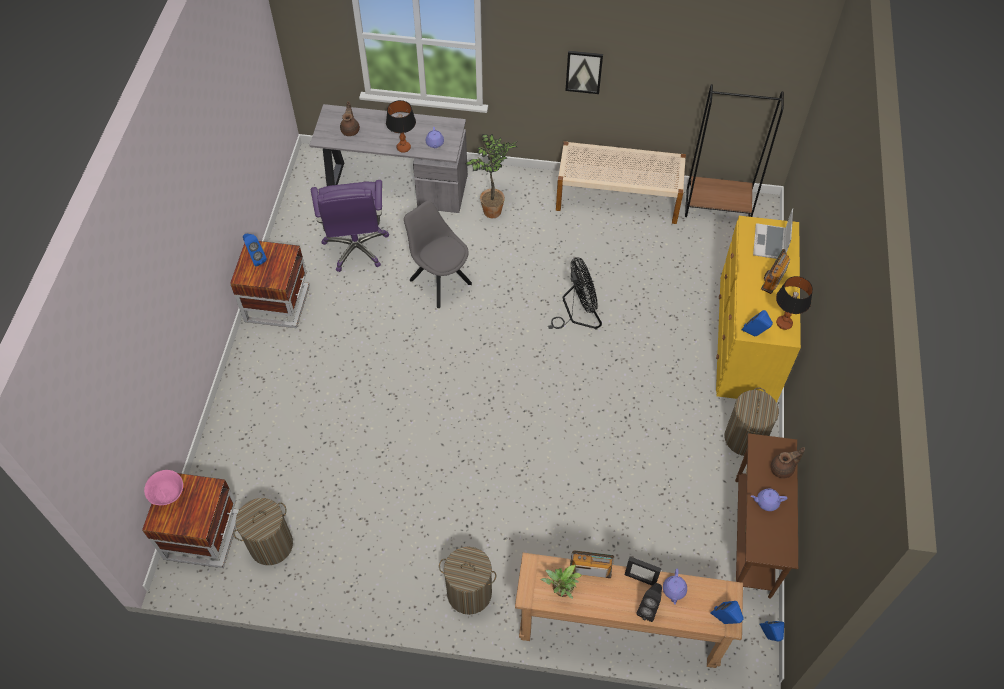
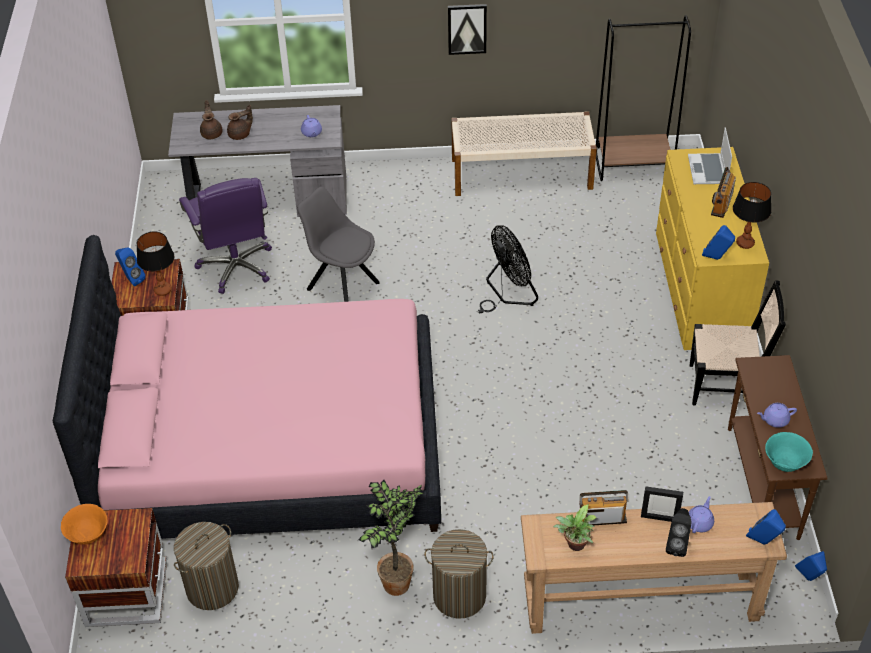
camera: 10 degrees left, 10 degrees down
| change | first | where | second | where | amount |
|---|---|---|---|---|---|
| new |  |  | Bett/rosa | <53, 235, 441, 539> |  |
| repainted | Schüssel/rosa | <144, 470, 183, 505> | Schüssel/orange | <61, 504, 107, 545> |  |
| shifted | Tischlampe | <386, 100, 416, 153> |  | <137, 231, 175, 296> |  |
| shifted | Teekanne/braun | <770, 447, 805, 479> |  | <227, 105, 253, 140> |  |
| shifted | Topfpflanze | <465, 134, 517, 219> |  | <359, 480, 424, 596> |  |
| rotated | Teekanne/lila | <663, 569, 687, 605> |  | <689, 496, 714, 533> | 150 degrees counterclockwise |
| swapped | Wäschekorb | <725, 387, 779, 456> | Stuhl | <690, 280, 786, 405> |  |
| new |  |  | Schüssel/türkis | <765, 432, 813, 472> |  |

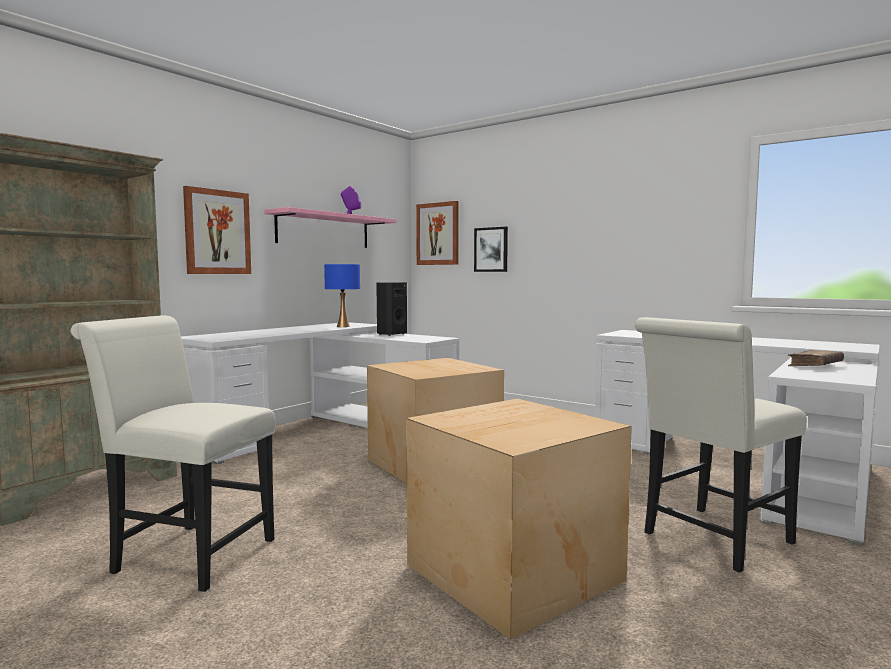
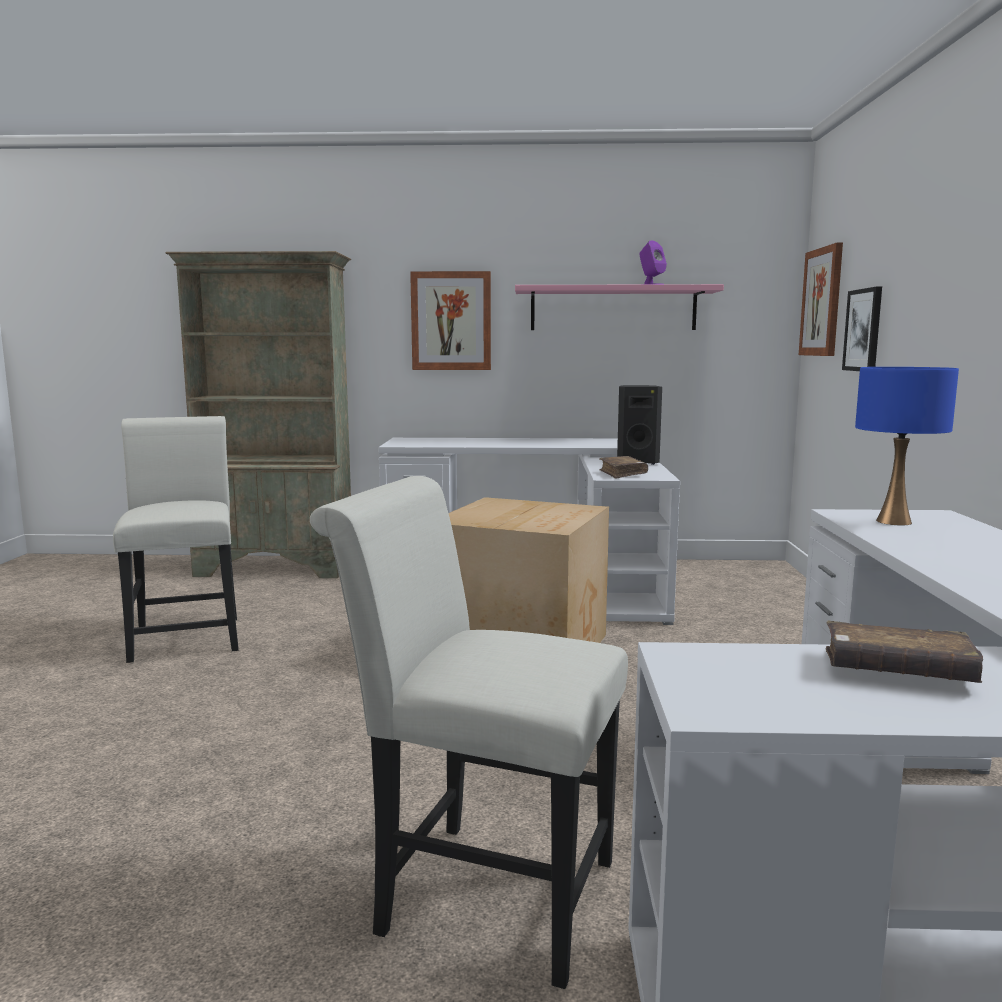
camera: 55 degrees right, 5 degrees up
| change | first | where | second | where | amount |
|---|---|---|---|---|---|
| new |  |  | Buch/braun | <599, 456, 648, 479> |  |
| shifted | Tischlampe/blau | <324, 264, 360, 327> |  | <855, 367, 959, 525> |  |
| gone | Karton | <406, 399, 632, 639> |  |  |  |

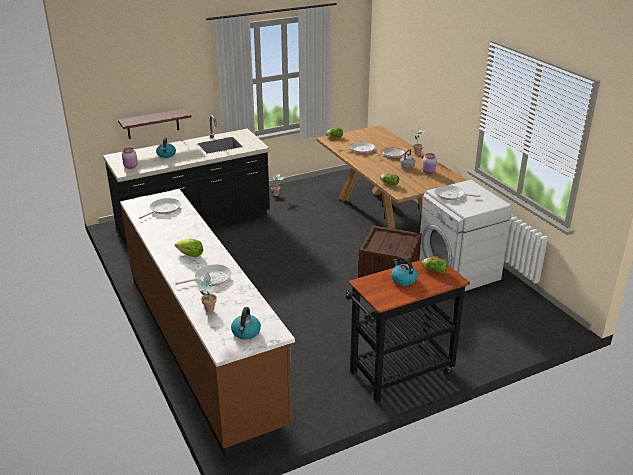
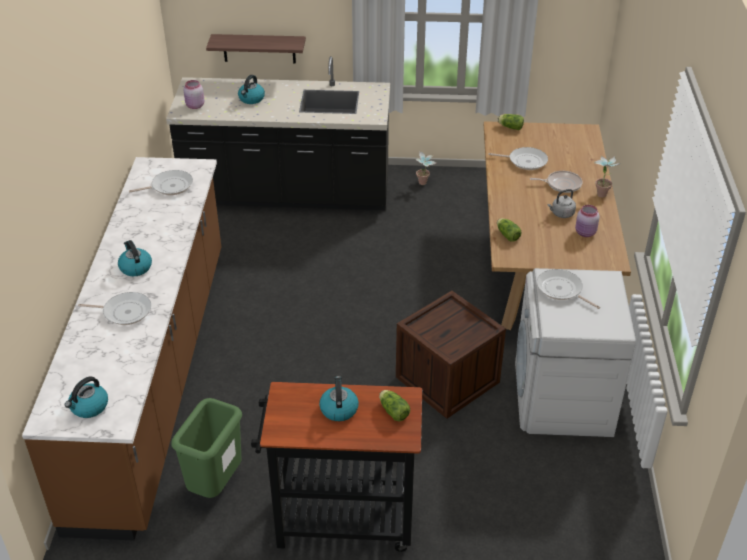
camera: 30 degrees right, 10 degrees up
| change | first | where | second | where | amount |
|---|---|---|---|---|---|
| swapped | Salatkopf | <175, 239, 203, 257> | Wasserkessel | <118, 240, 152, 276> |  |
| new |  |  | Mülleimer/grün | <171, 398, 242, 498> |  |
| gone | Topfpflanze | <194, 272, 219, 312> |  |  |  |

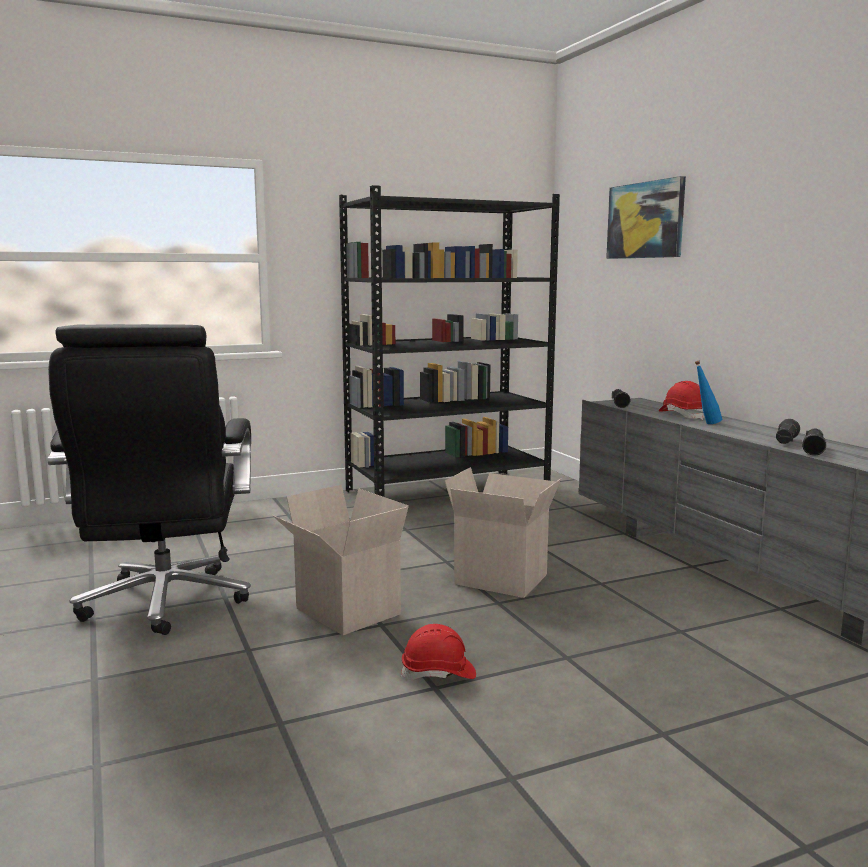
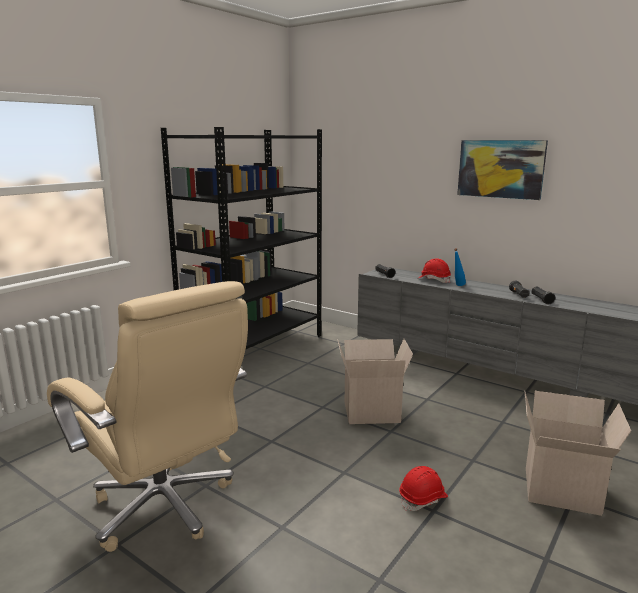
camera: 30 degrees left, 5 degrees up
| change | first | where | second | where | amount |
|---|---|---|---|---|---|
| repainted | Bürostuhl/schwarz | <48, 324, 251, 635> | Bürostuhl/beige | <47, 281, 248, 552> |  |
| shifted | Bild | <606, 176, 686, 259> |  | <457, 140, 548, 200> |  |
| shifted | Karton | <272, 485, 409, 635> |  | <524, 391, 631, 516> |  |

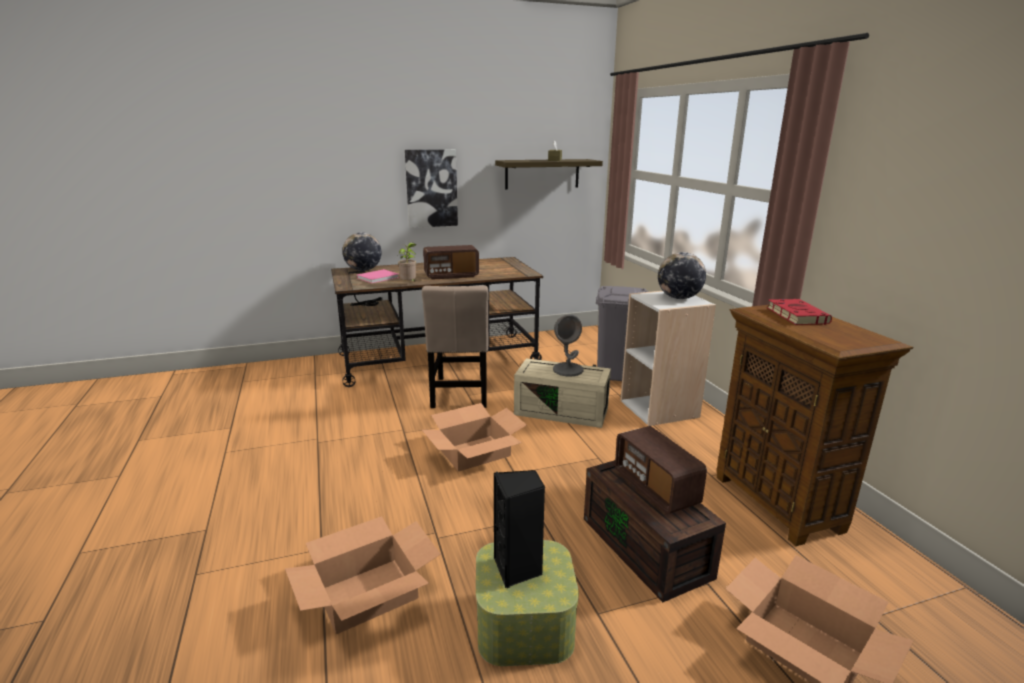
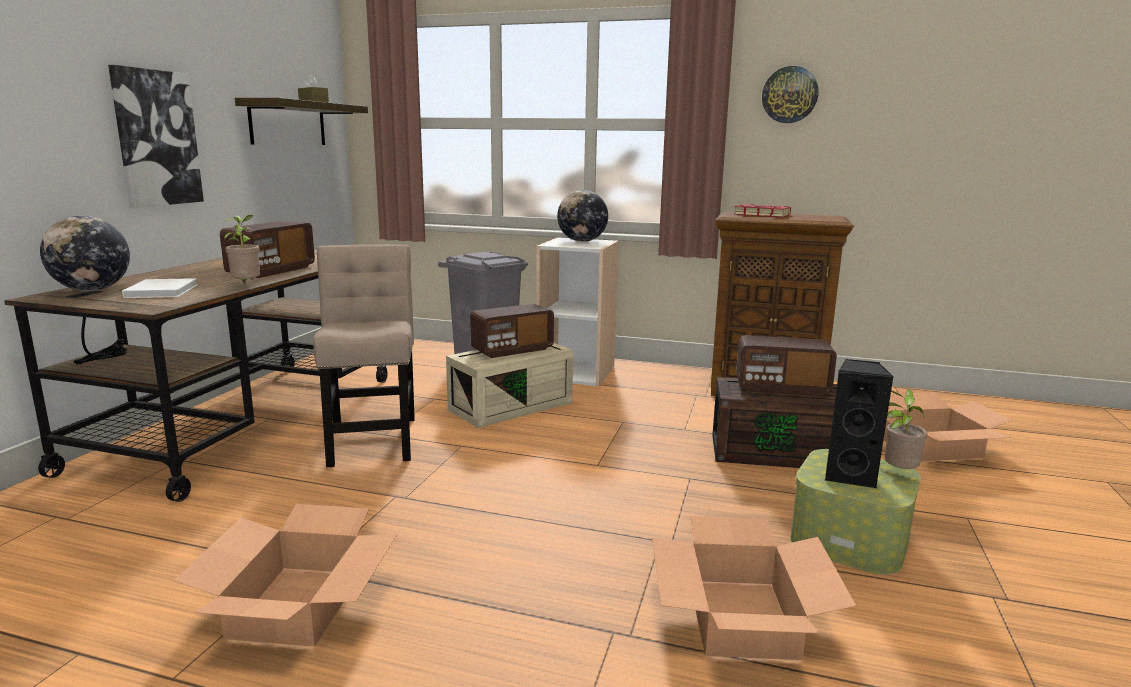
camera: 55 degrees left, 5 degrees down
| change | first | where | second | where | amount |
|---|---|---|---|---|---|
| repainted | Buch/rosa | <357, 269, 399, 283> | Buch/weiß | <122, 278, 197, 298> |  |
| shifted | Karton | <422, 403, 527, 471> |  | <174, 504, 397, 647> |  |
| rotated | Stuhl/beige | <422, 285, 488, 408> |  | <313, 244, 415, 467> | 135 degrees counterclockwise |
| swapped | Tischlampe/grau | <553, 314, 584, 377> | Radio | <470, 304, 554, 358> |  |
| new |  |  | Wanduhr | <762, 66, 818, 123> |  |
| new |  |  | Topfpflanze | <881, 389, 928, 469> |  |

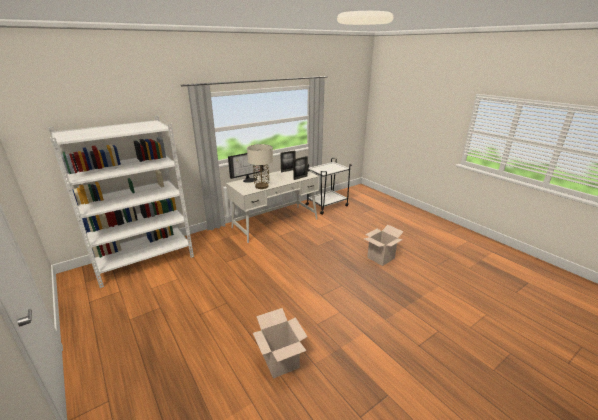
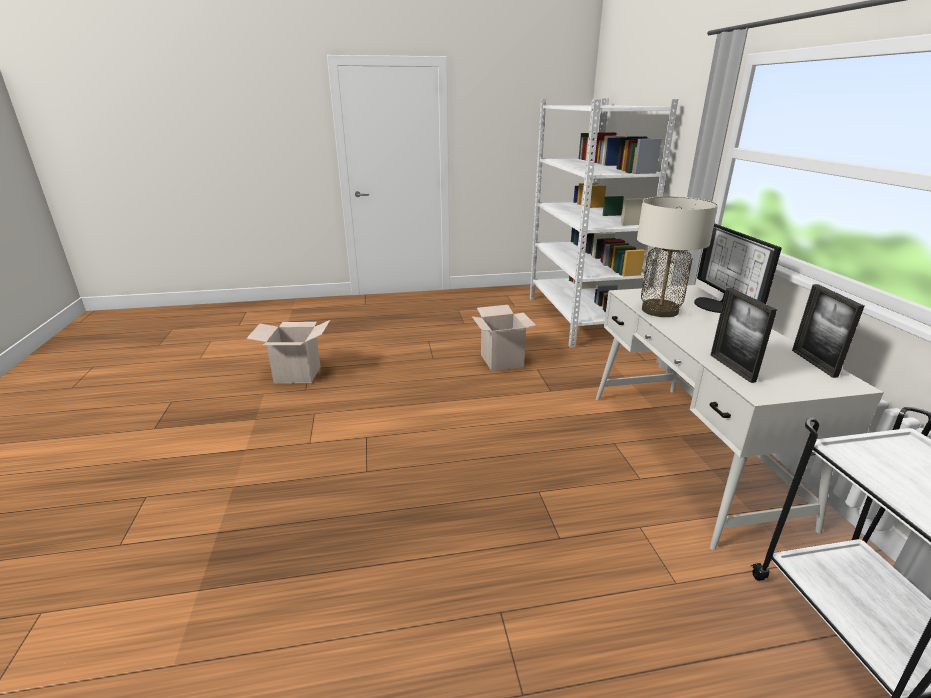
camera: 115 degrees right, 0 degrees up
| change | first | where | second | where | amount |
|---|---|---|---|---|---|
| shifted | Karton | <364, 225, 404, 266> |  | <472, 305, 536, 371> |  |

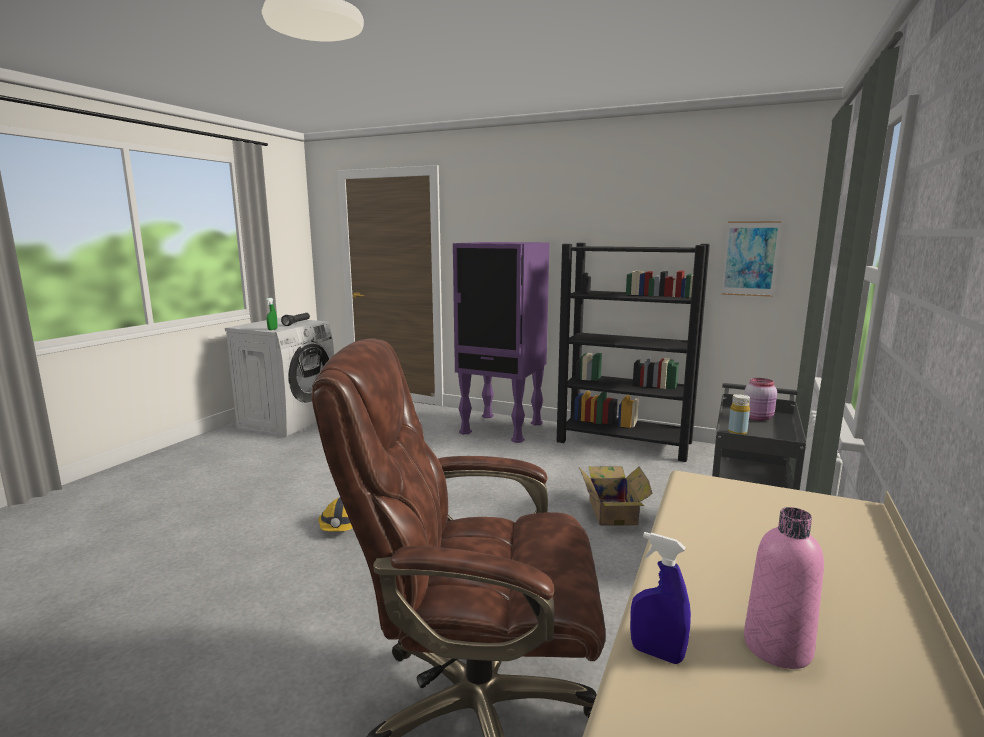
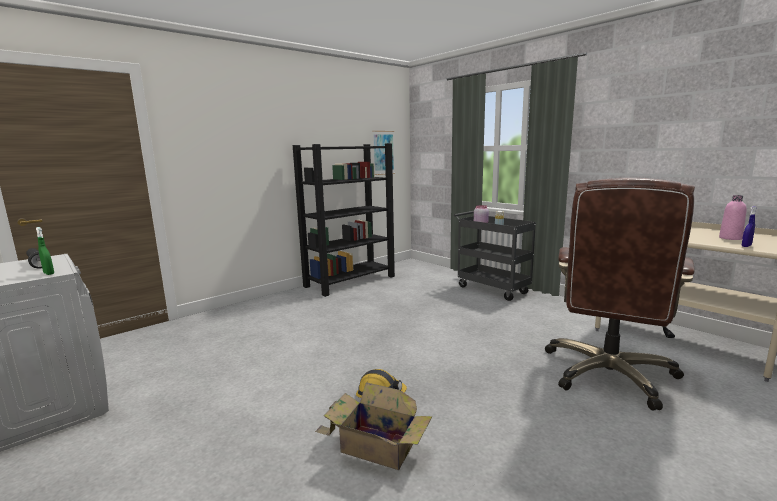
camera: 65 degrees left, 0 degrees up
| change | first | where | second | where | amount |
|---|---|---|---|---|---|
| shifted | Karton | <579, 466, 653, 526> |  | <315, 382, 432, 470> |  |
| gone | Schrank/lila | <453, 242, 549, 443> |  |  |  |

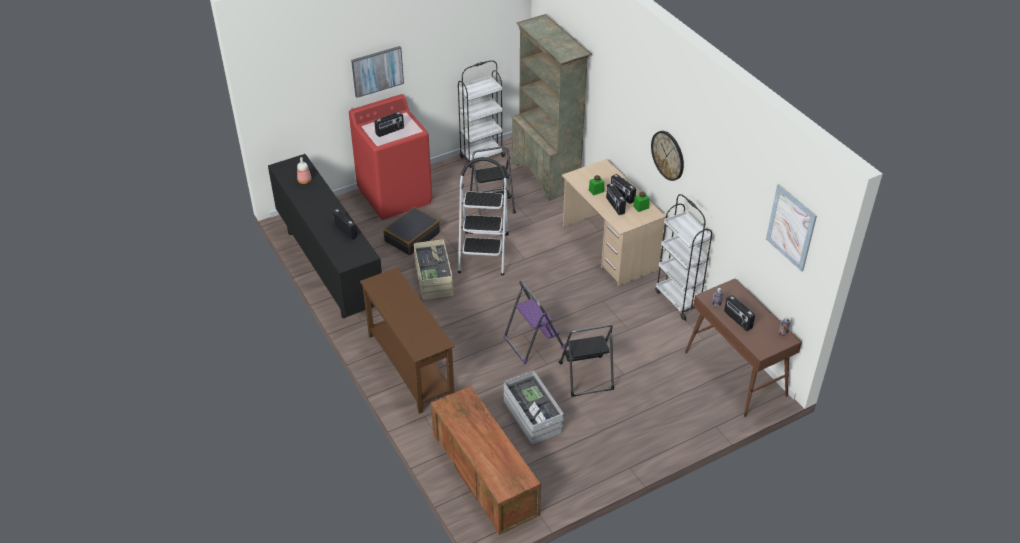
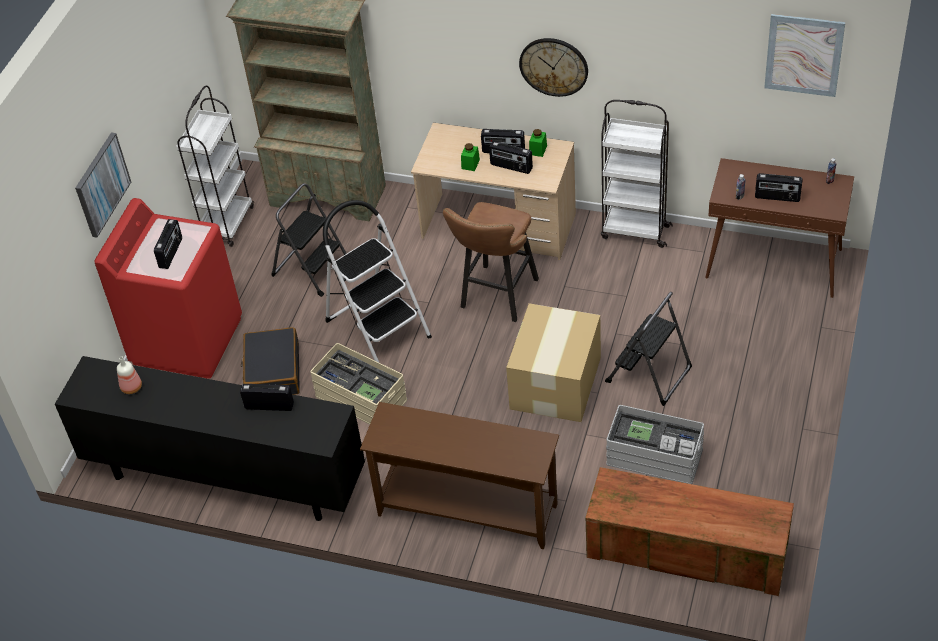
camera: 40 degrees left, 5 degrees up
| change | first | where | second | where | amount |
|---|---|---|---|---|---|
| new |  |  | Hocker/braun | <443, 202, 539, 322> |  |
| swapped | Trittleiter/lila | <504, 281, 565, 364> | Karton | <506, 303, 601, 422> |  |

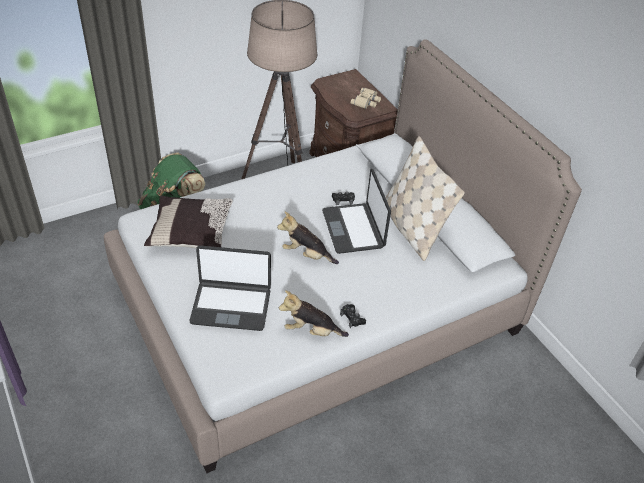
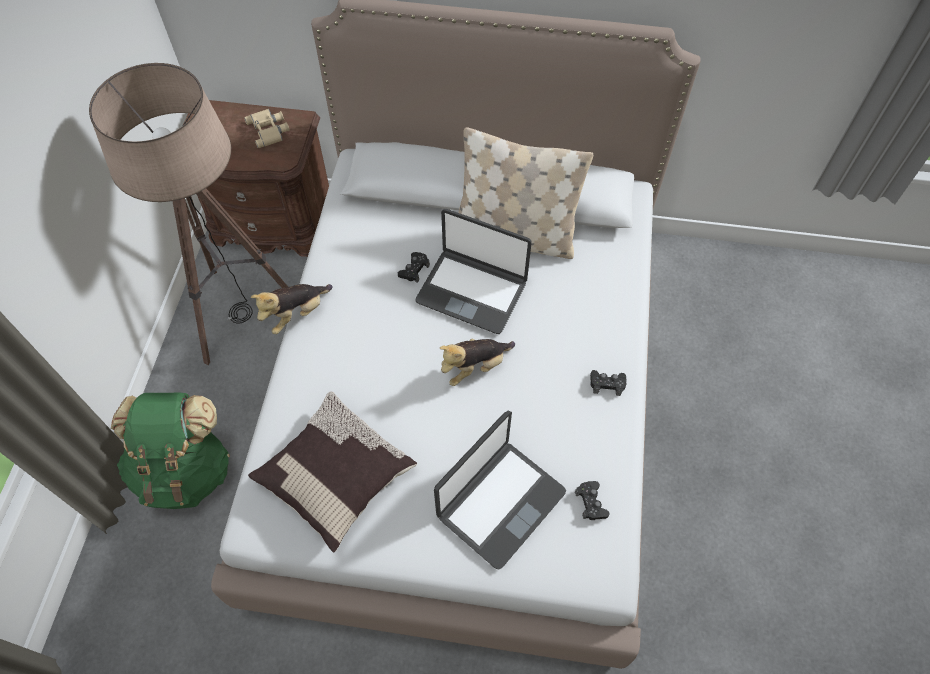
camera: 50 degrees left, 15 degrees up
| change | first | where | second | where | amount |
|---|---|---|---|---|---|
| shifted | Plüschtier | <279, 290, 349, 337> |  | <251, 284, 333, 334> |  |
| new |  |  | Gamepad/schwarz | <575, 481, 610, 520> |  |

